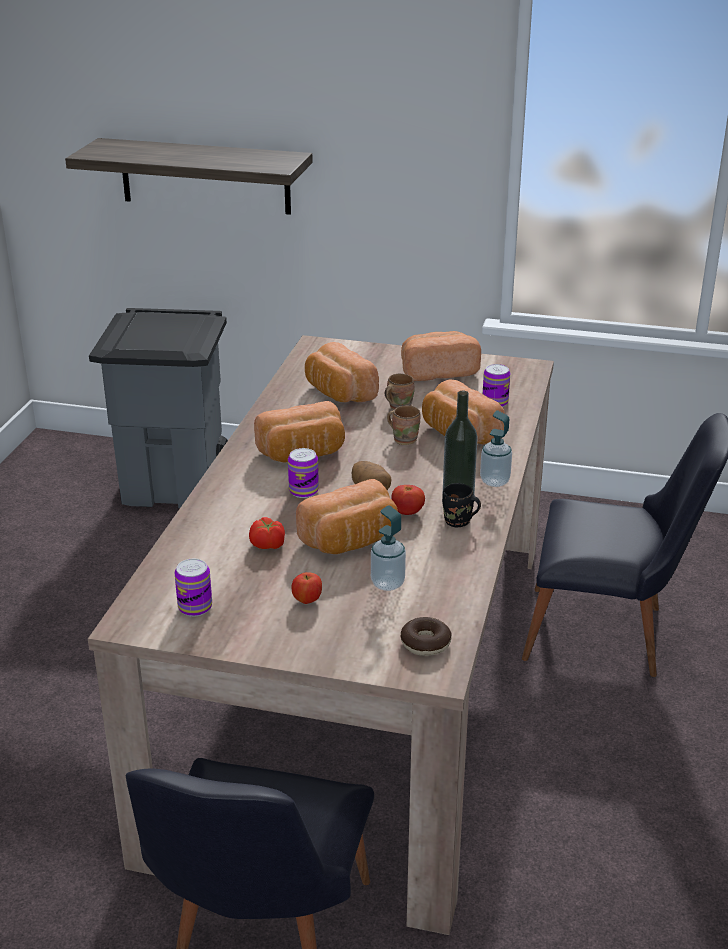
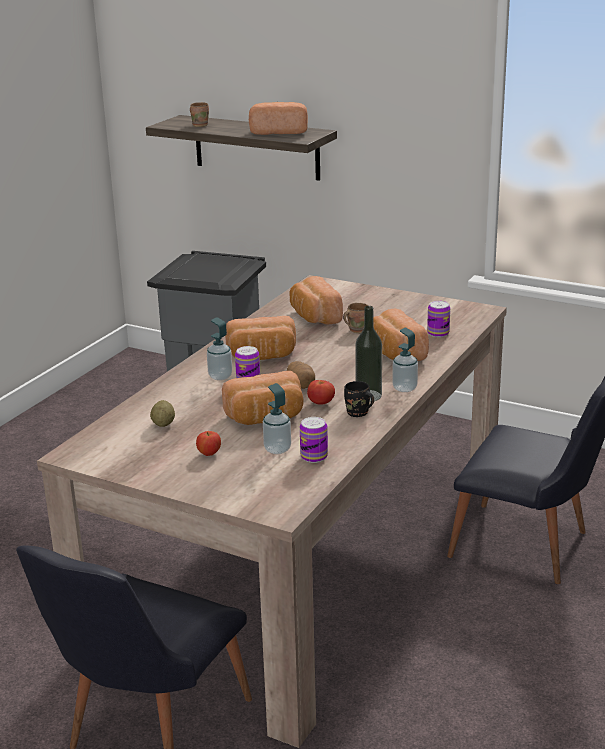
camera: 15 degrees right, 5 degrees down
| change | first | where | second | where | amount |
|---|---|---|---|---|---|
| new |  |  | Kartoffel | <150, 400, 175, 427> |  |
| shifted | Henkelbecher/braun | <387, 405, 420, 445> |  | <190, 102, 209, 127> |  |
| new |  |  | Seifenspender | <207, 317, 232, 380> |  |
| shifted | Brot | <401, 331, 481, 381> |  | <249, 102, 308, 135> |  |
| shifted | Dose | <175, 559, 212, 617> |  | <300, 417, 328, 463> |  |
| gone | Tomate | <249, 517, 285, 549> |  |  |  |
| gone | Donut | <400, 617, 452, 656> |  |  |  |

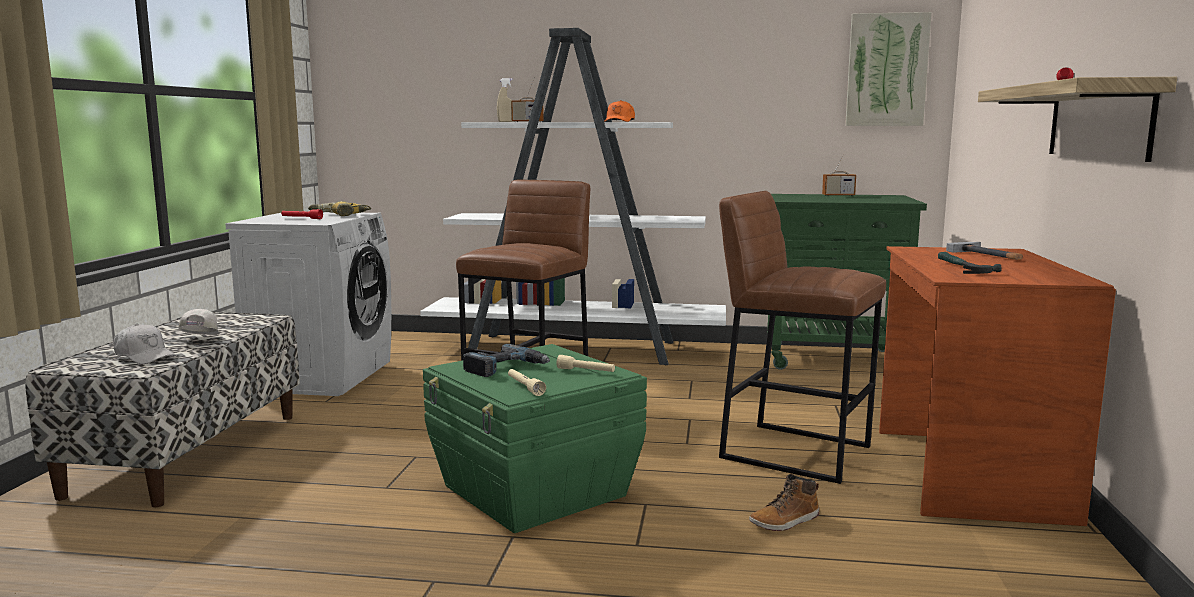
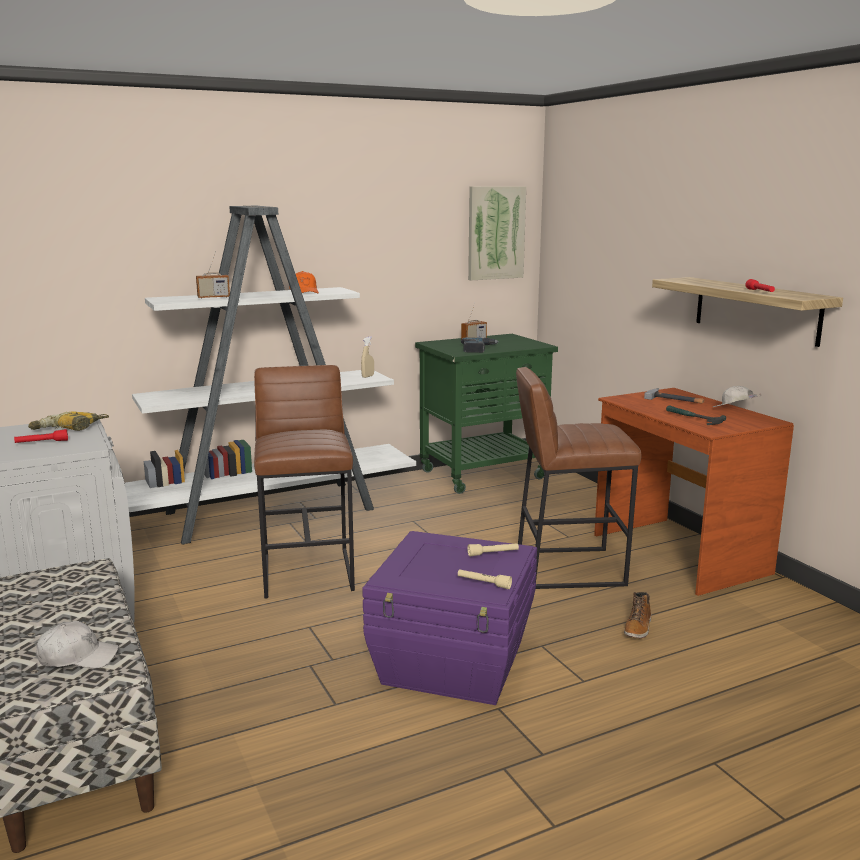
camera: 35 degrees left, 5 degrees up
| change | first | where | second | where | amount |
|---|---|---|---|---|---|
| shifted | Sprühflasche/beige | <497, 78, 513, 122> |  | <361, 337, 374, 378> |  |
| repainted | Aufbewahrungsbox/grün | <423, 344, 647, 533> | Aufbewahrungsbox/lila | <362, 531, 537, 705> |  |
| shifted | Bohrmaschine | <463, 344, 550, 377> |  | <461, 337, 499, 353> |  |
| shifted | Kappe/weiß | <178, 309, 220, 335> |  | <713, 386, 762, 407> |  |

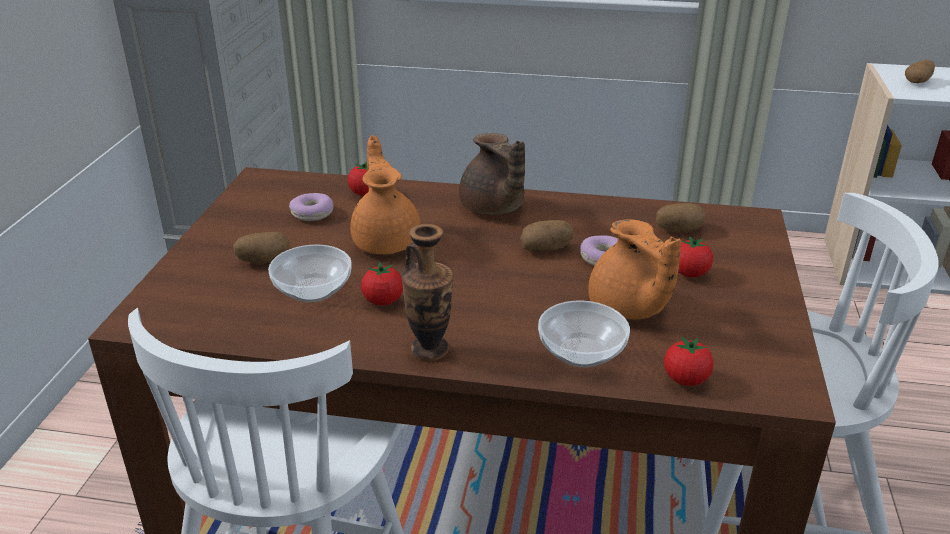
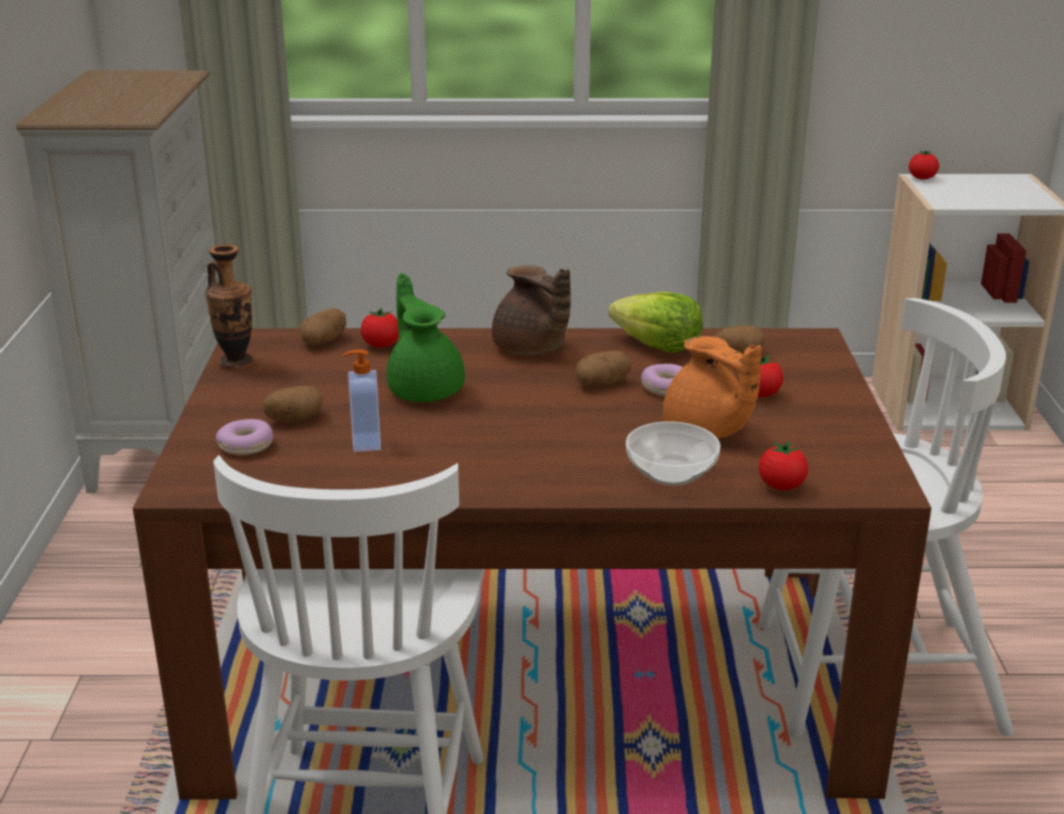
camera: 10 degrees left, 5 degrees down
| change | first | where | second | where | amount |
|---|---|---|---|---|---|
| shifted | Vase | <401, 224, 454, 361> |  | <205, 244, 254, 370> |  |
| shifted | Donut | <289, 193, 334, 221> |  | <216, 419, 273, 455> |  |
| shifted | Kartoffel | <905, 59, 935, 83> |  | <299, 308, 346, 345> |  |
| swapped | Schüssel | <268, 244, 352, 302> | Seifenspender | <343, 349, 381, 452> |  |
| repainted | Teekanne/orange | <351, 135, 421, 255> | Teekanne/grün | <386, 274, 465, 402> |  |
| new |  |  | Salatkopf | <609, 292, 703, 353> |  |
| shifted | Tomate | <361, 261, 403, 305> |  | <909, 150, 939, 180> |  |

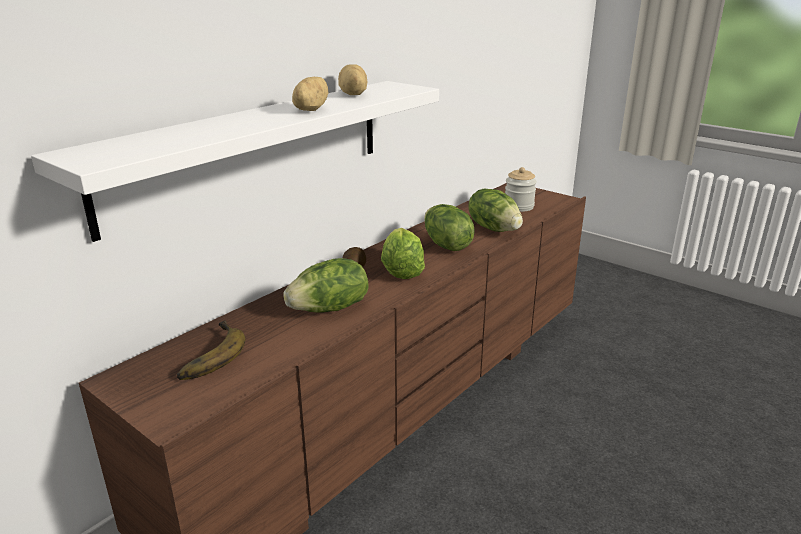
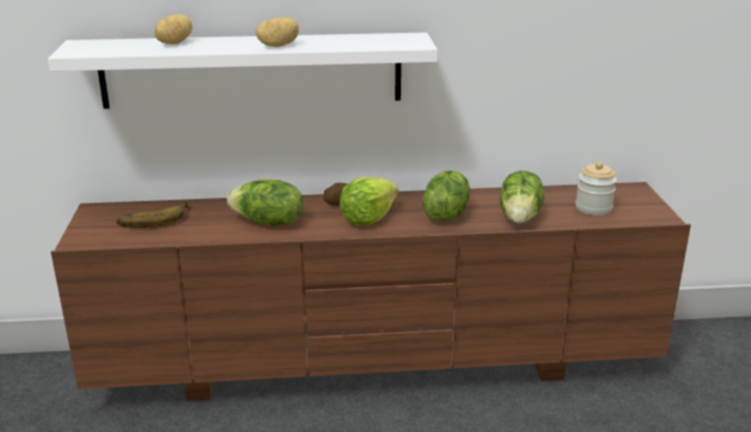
camera: 45 degrees right, 0 degrees up
| change | first | where | second | where | amount |
|---|---|---|---|---|---|
| shifted | Kartoffel | <338, 64, 368, 95> |  | <154, 14, 192, 45> |  |

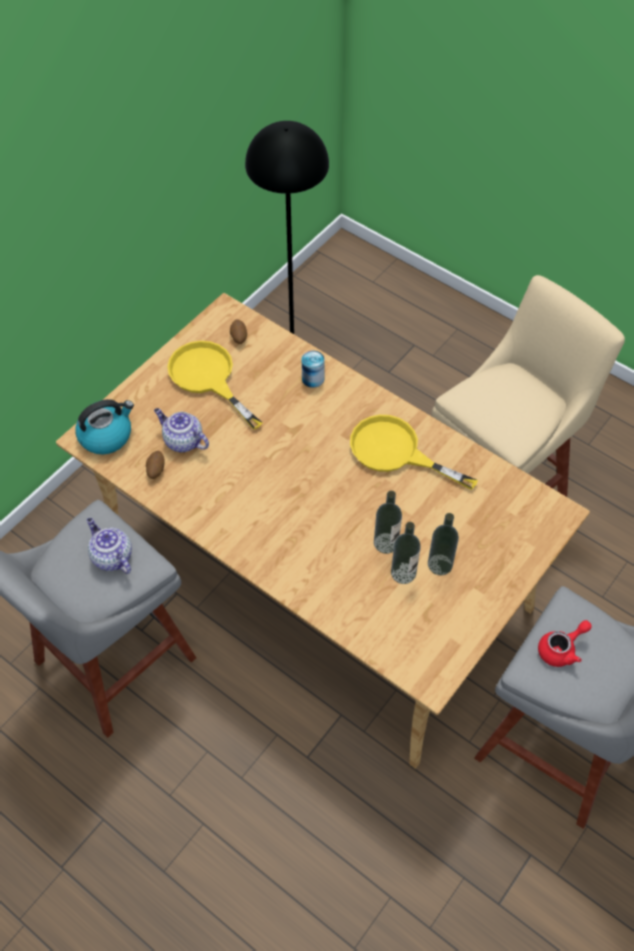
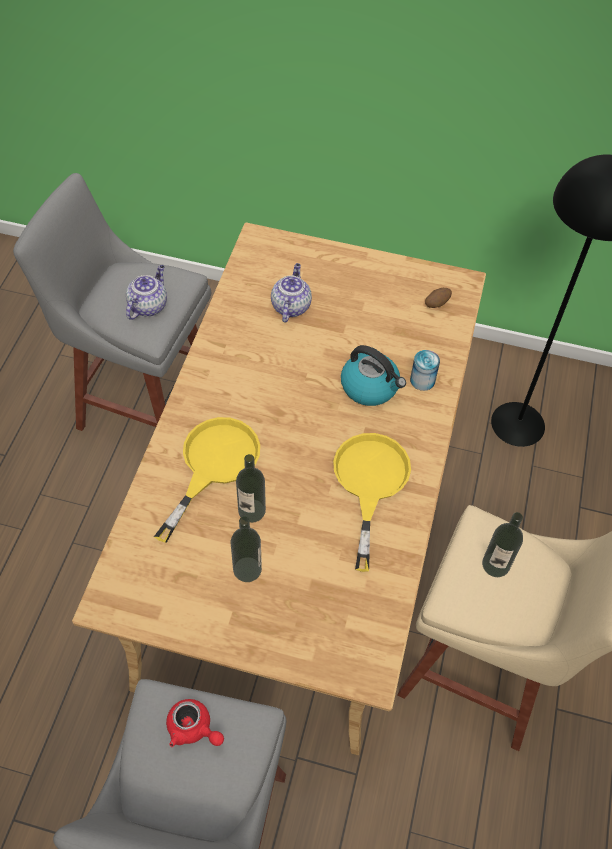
camera: 65 degrees right, 0 degrees up
| change | first | where | second | where | amount |
|---|---|---|---|---|---|
| shifted | Pfanne/gelb | <167, 341, 262, 430> |  | <154, 417, 260, 543> |  |
| shifted | Wasserkessel | <75, 399, 134, 455> |  | <341, 345, 406, 406> |  |
| shifted | Flasche | <391, 522, 421, 584> |  | <482, 512, 523, 577> |  |
| gone | Kartoffel | <146, 451, 165, 479> |  |  |  |

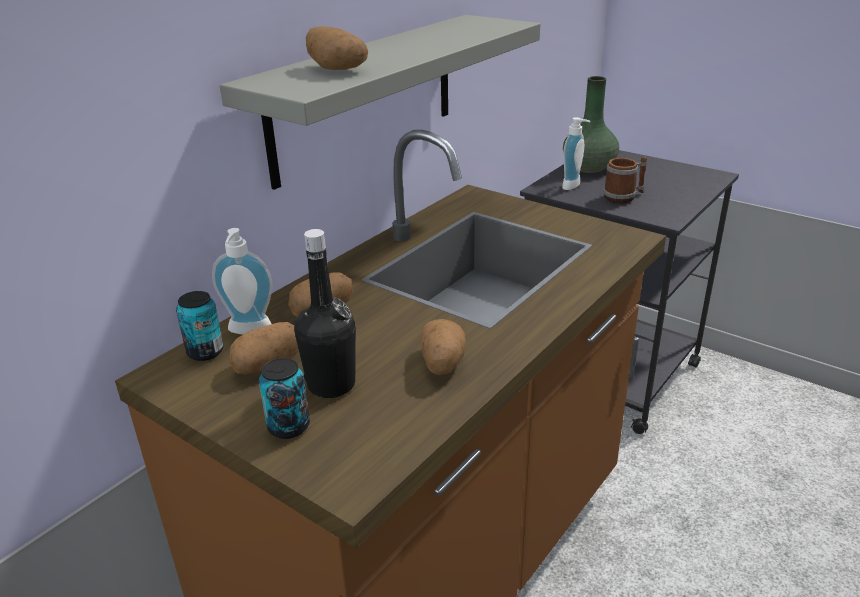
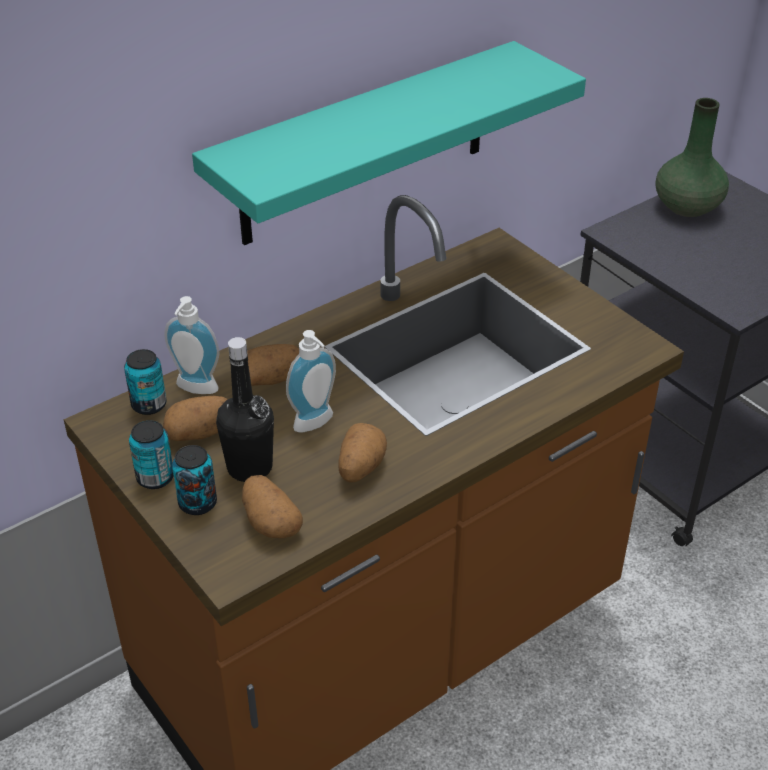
camera: 15 degrees right, 10 degrees up
| change | first | where | second | where | amount |
|---|---|---|---|---|---|
| new |  |  | Dose | <129, 420, 173, 489> |  |
| repainted | Wandregal/grau | <220, 15, 540, 190> | Wandregal/türkis | <192, 41, 586, 245> |  |
| shifted | Kartoffel | <306, 26, 368, 70> |  | <242, 475, 303, 538> |  |
| shifted | Seifenspender | <562, 117, 590, 190> |  | <286, 330, 336, 433> |  |
| gone | Henkelbecher | <603, 156, 647, 204> |  |  |  |

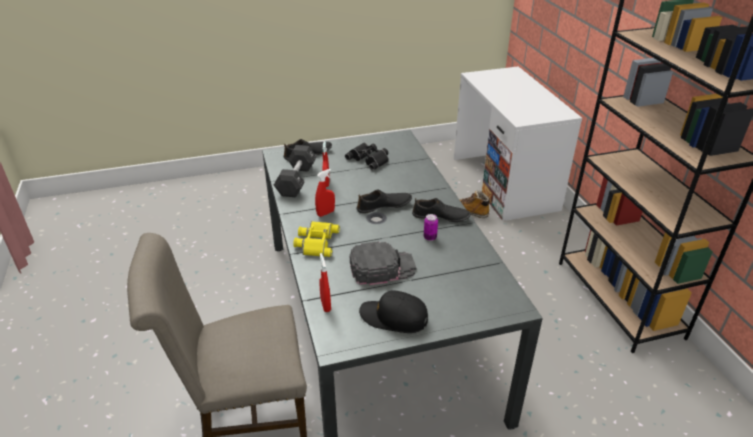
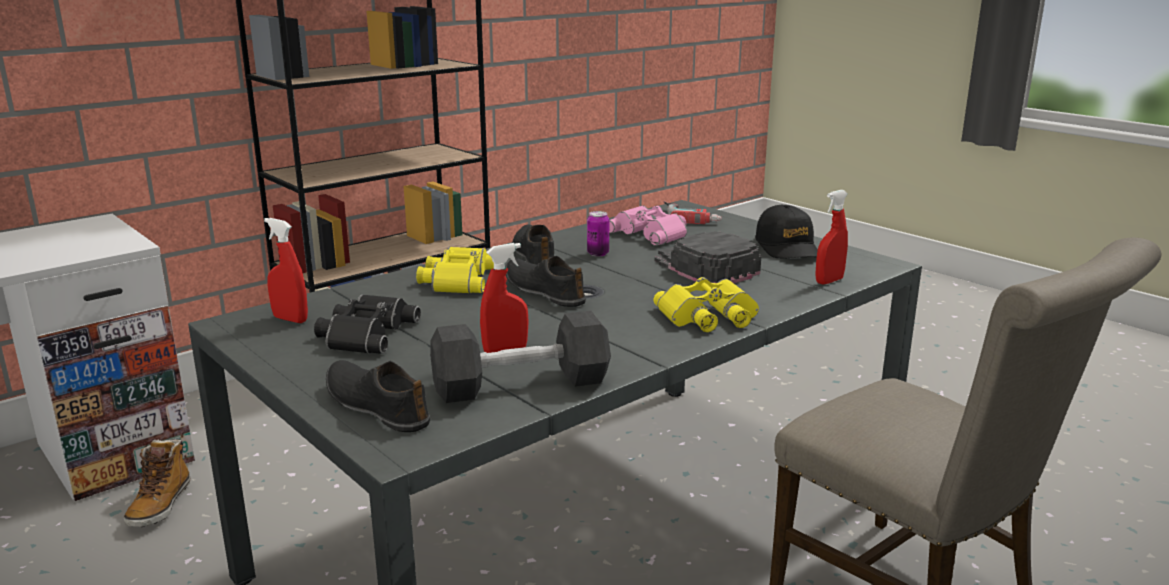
camera: 115 degrees left, 15 degrees down
| change | first | where | second | where | amount |
|---|---|---|---|---|---|
| shifted | Sprühflasche/rot | <315, 169, 335, 217> |  | <264, 218, 308, 323> |  |
| new |  |  | Fernglas/gelb | <416, 247, 494, 294> |  |
| new |  |  | Fernglas/rosa | <609, 205, 687, 246> |  |
| new |  |  | Bohrmaschine | <664, 201, 722, 224> |  |

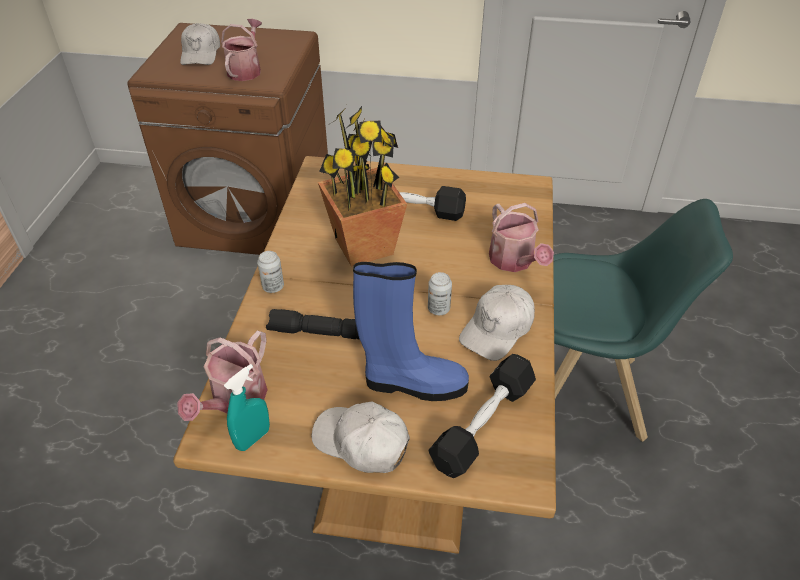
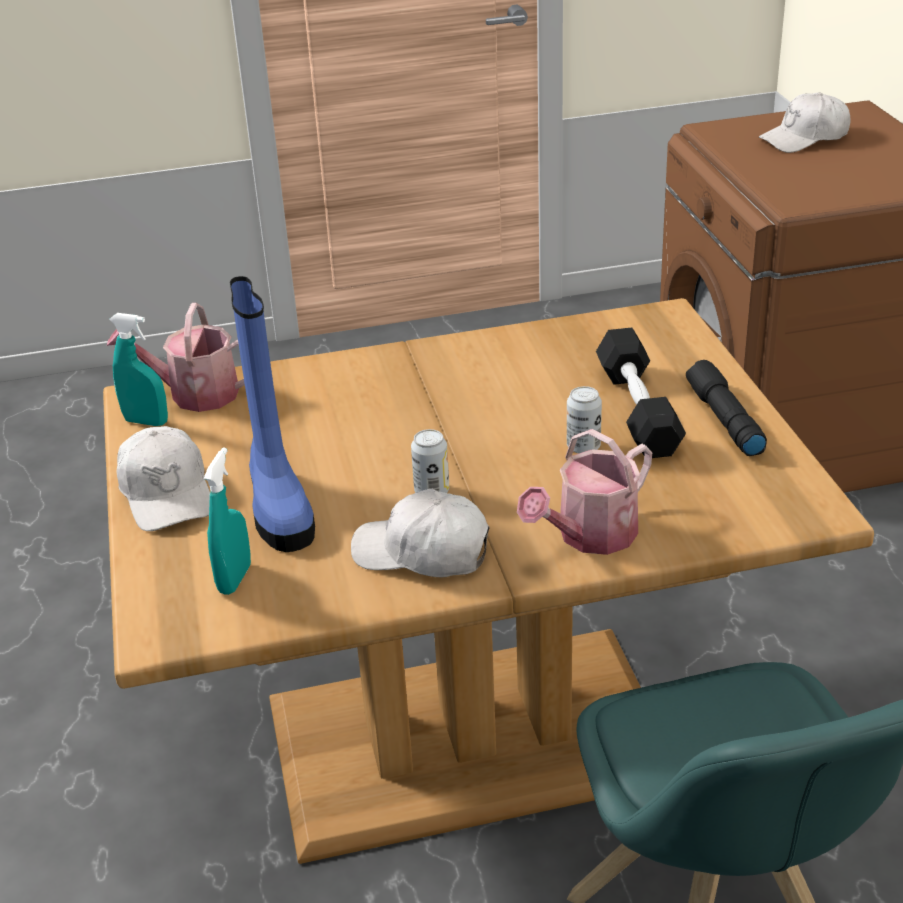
camera: 70 degrees right, 10 degrees down
| change | first | where | second | where | amount |
|---|---|---|---|---|---|
| rotated | Kappe/weiß | <311, 402, 410, 473> |  | <117, 426, 210, 531> | 150 degrees clockwise |
| swapped | Hantel/schwarz | <429, 354, 536, 478> | Sprühflasche/türkis | <204, 447, 251, 595> |  |
| shifted | Dose | <257, 251, 284, 293> |  | <567, 386, 602, 454> |  |
| shifted | Taschenlampe/schwarz | <266, 309, 359, 339> |  | <686, 360, 767, 456> |  |
| gone | Gießkanne | <221, 19, 262, 81> |  |  |  |
| gone | Topfpflanze | <318, 106, 407, 267> |  |  |  |

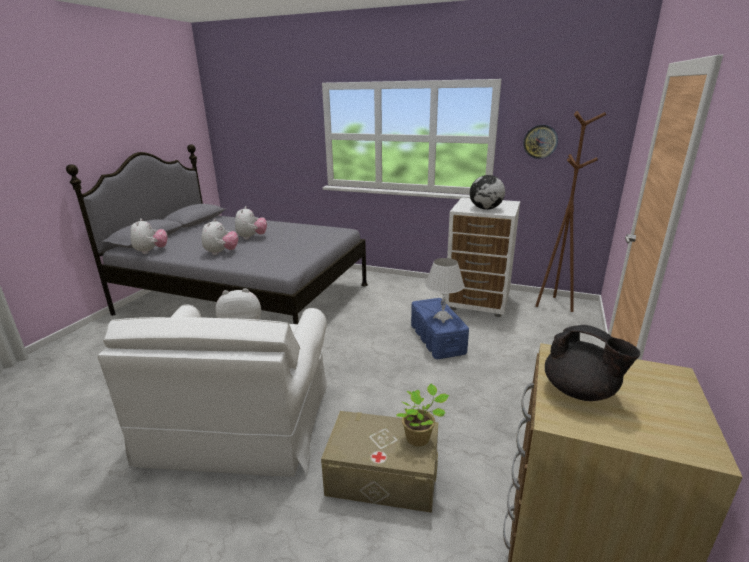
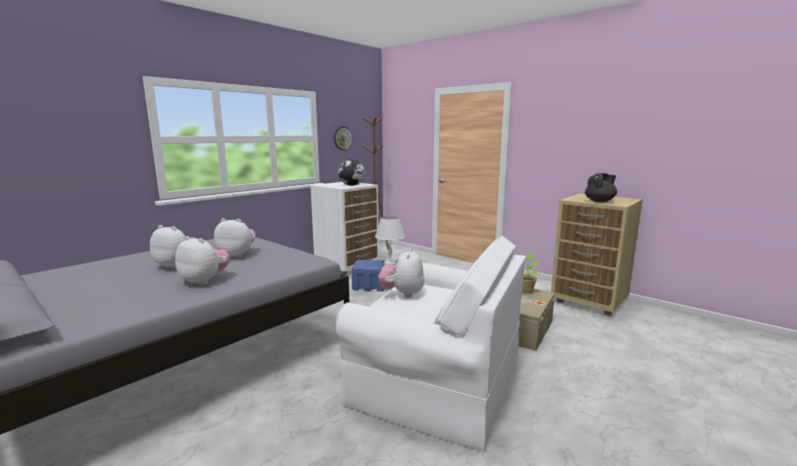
camera: 70 degrees left, 10 degrees down
| change | first | where | second | where | amount |
|---|---|---|---|---|---|
| shifted | Plüschtier | <130, 218, 168, 254> |  | <214, 218, 256, 258> |  |

